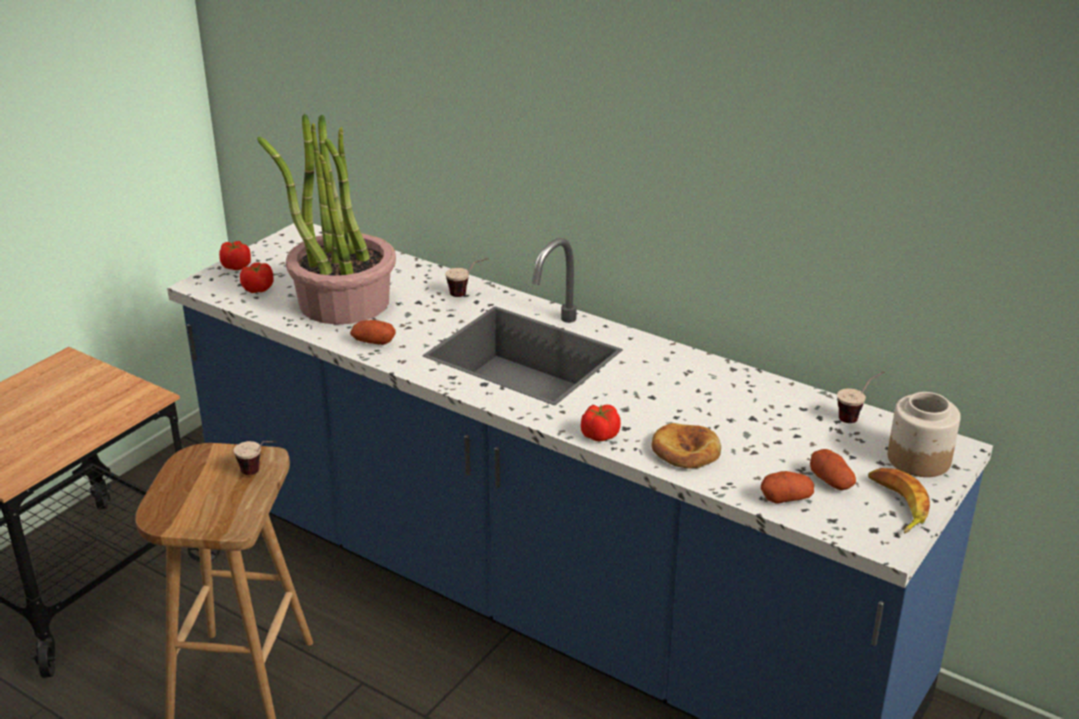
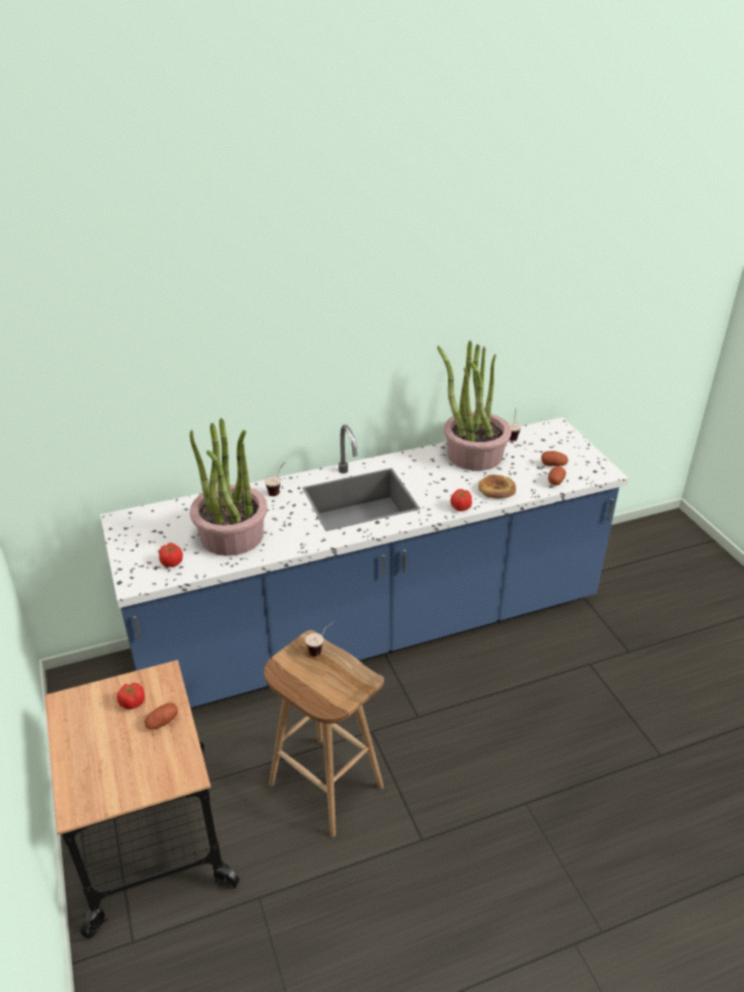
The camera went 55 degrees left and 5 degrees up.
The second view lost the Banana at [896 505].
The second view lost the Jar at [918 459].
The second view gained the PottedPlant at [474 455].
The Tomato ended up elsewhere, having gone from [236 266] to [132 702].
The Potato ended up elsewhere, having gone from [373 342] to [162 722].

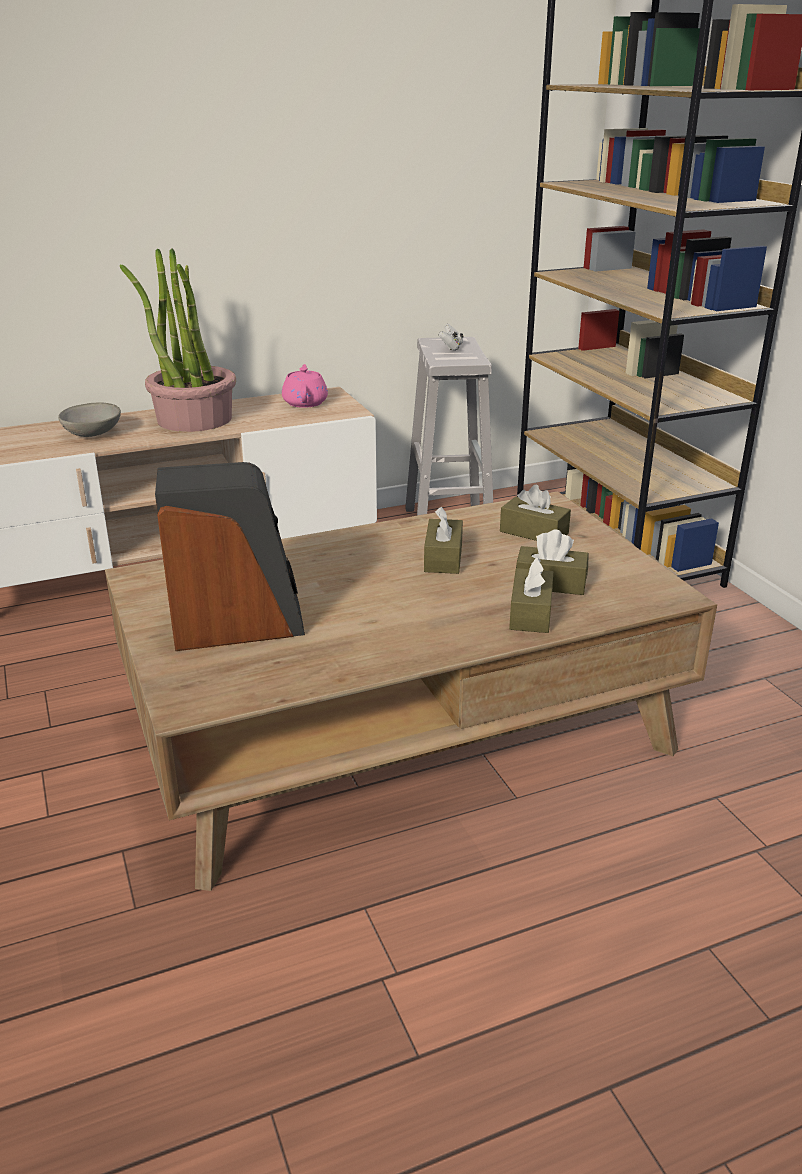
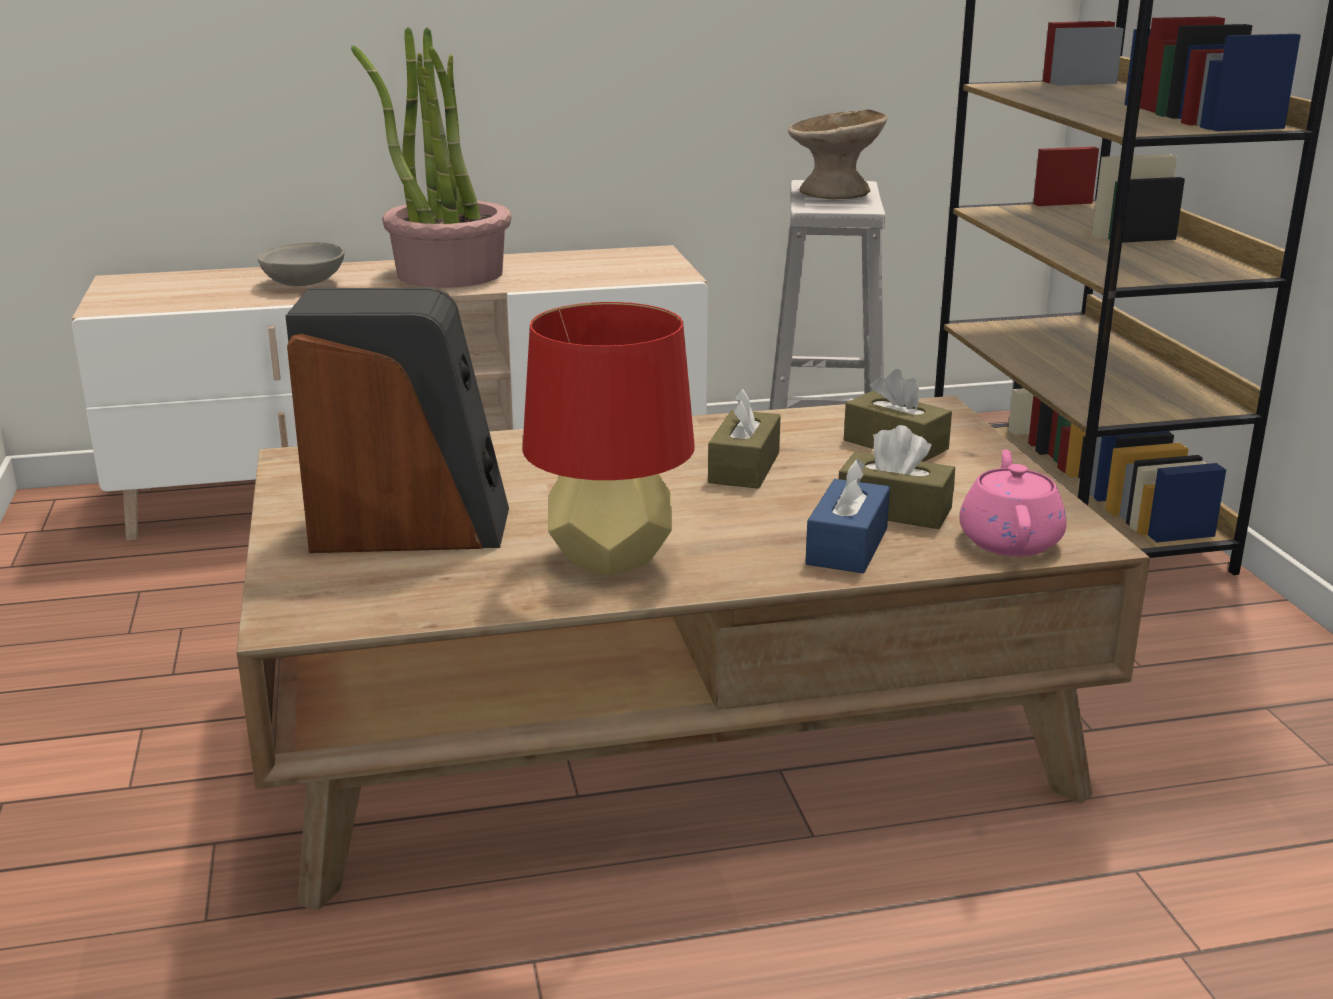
The camera went 10 degrees right and 5 degrees down.
The second view gained the RedTableLamp at [610 559].
The PinkTeapot ended up elsewhere, having gone from [305 402] to [1009 540].
Where the WhiteGameController stood at [451 347], the BeigeBowl came to stand at [835 192].
What was the BrownTissueBox at [530 613] turned into the BlueTissueBox at [847 546].

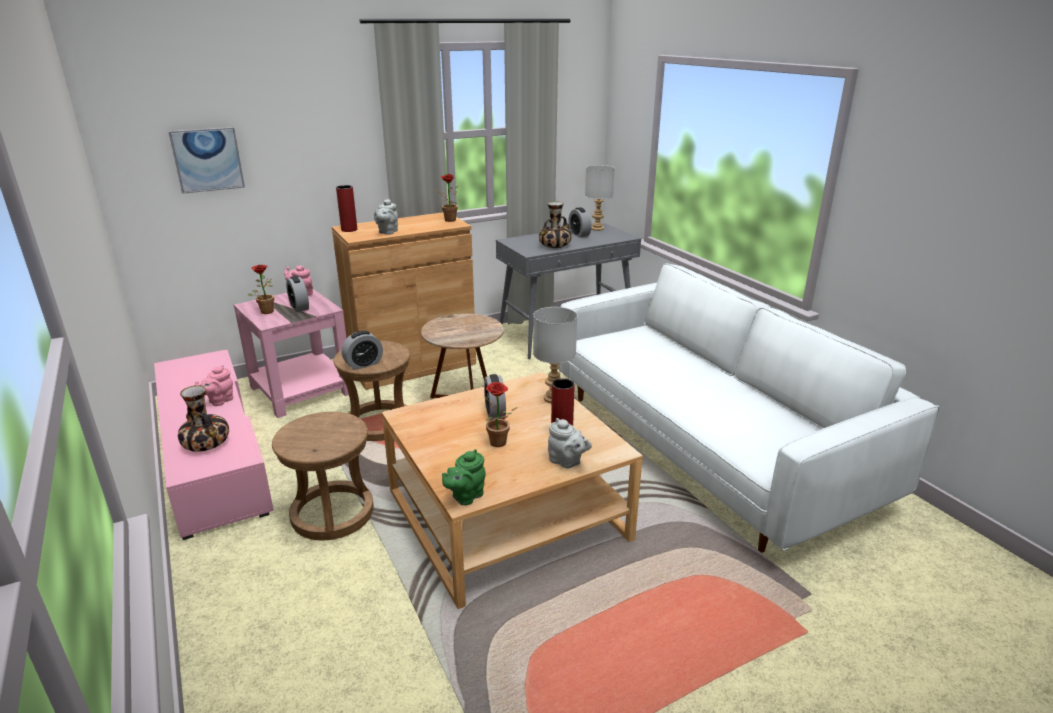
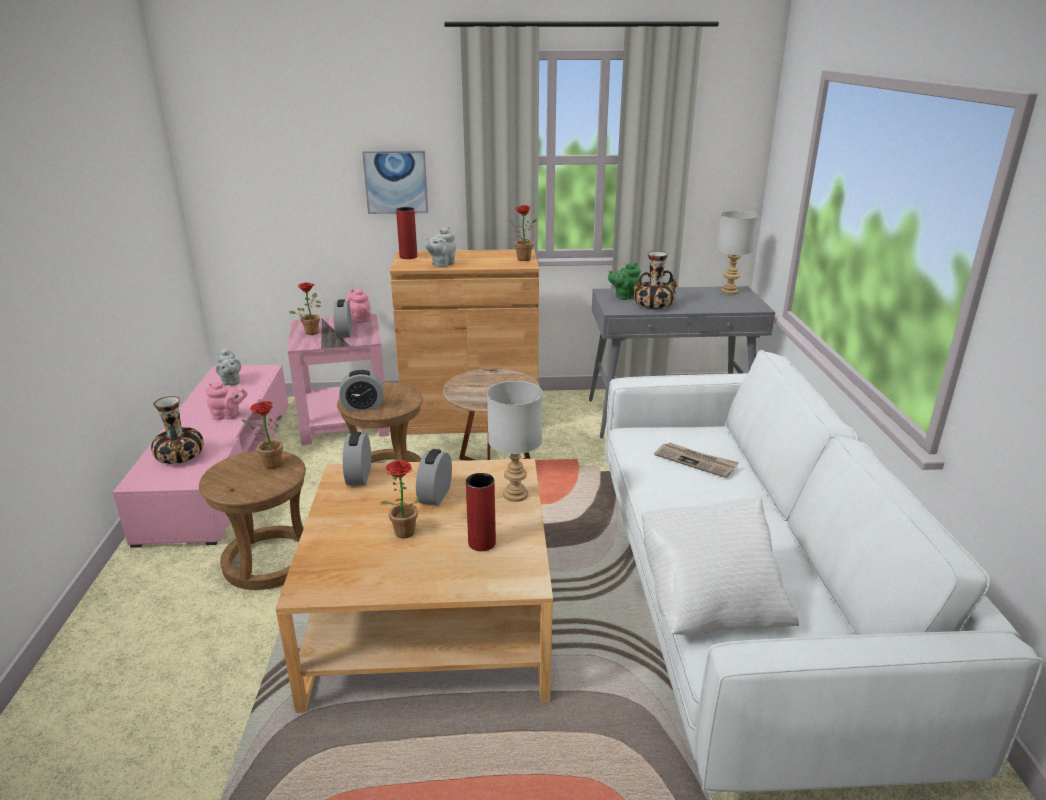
The camera went 25 degrees right and 0 degrees up.
The second view gained the PottedPlant at [269 464].
The second view gained the WhitePillow at [710 602].
The second view gained the Newspaper at [696 461].
The Picture ended up elsewhere, having gone from [207 159] to [396 182].
The GreenTeapot ended up elsewhere, having gone from [465 496] to [624 297].
The GreyTeapot ended up elsewhere, having gone from [567 462] to [230 382].
The AlarmClock ended up elsewhere, having gone from [579 234] to [359 476].
The PinkTeapot at [219 401] ended up facing another way, 150 degrees counterclockwise from before.

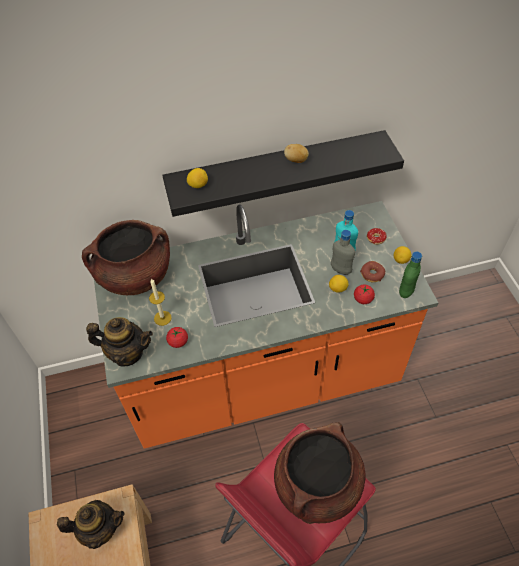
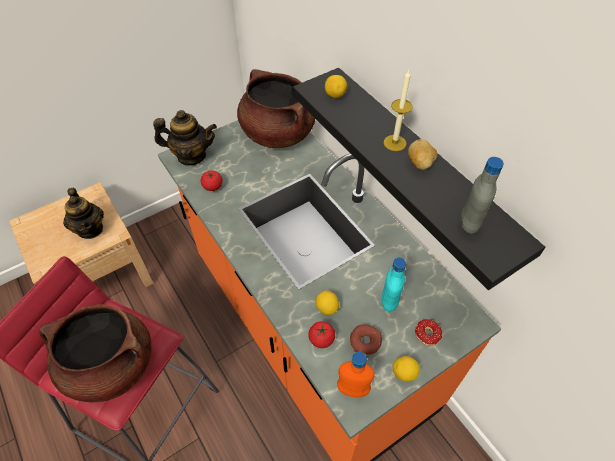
The camera went 70 degrees right and 0 degrees up.
The Candle ended up elsewhere, having gone from [162 318] to [394 143].
The GreyBottle ended up elsewhere, having gone from [340 270] to [469 223].
What was the GreenBottle at [406 291] turned into the OrangeBottle at [353 389].
The Teapot at [127 353] ended up facing another way, 75 degrees counterclockwise from before.

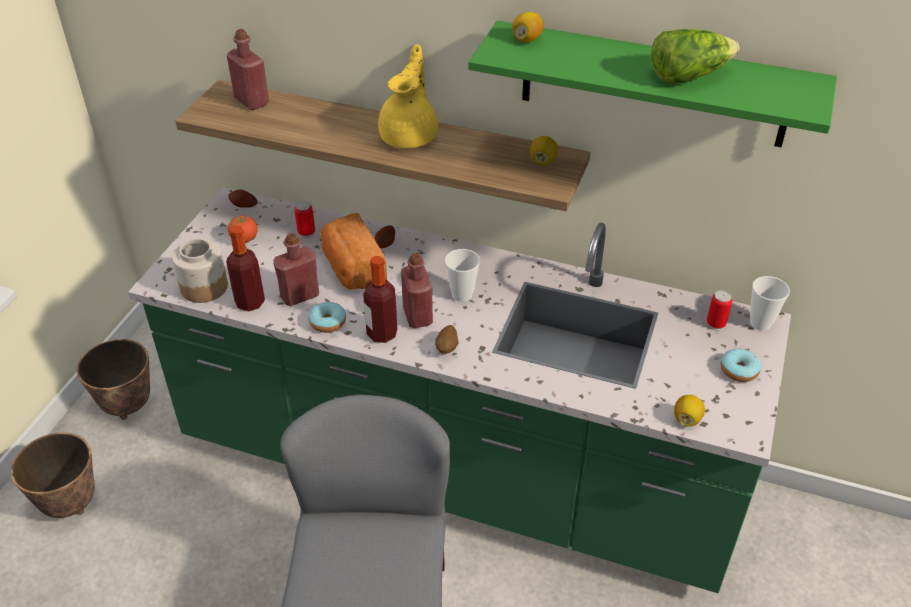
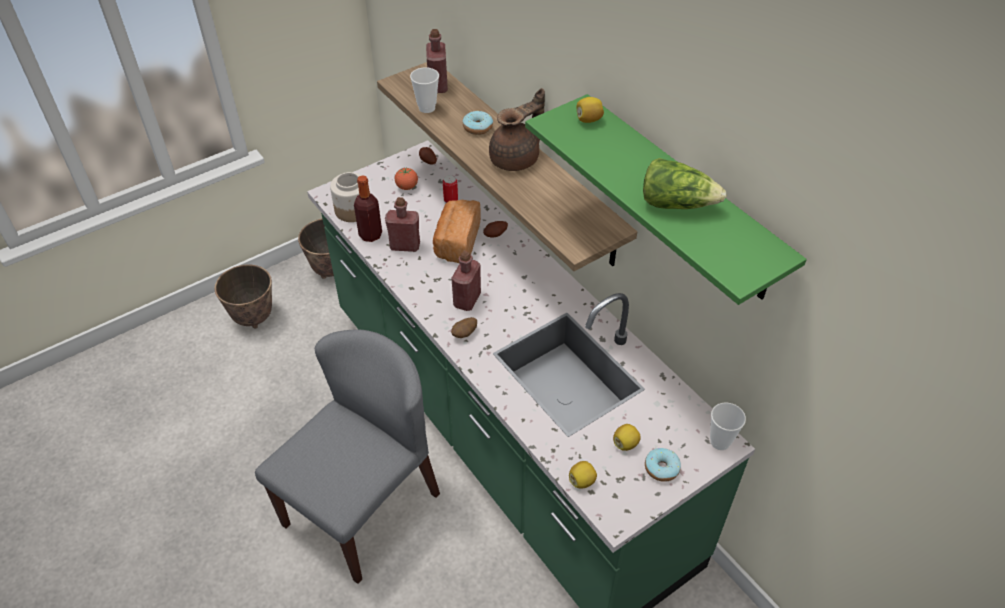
The camera went 35 degrees right and 5 degrees up.
The second view lost the Bottle at [382 333].
The second view lost the Can at [716 324].
The Donut ended up elsewhere, having gone from [328 322] to [477 127].
The Cup ended up elsewhere, having gone from [462 295] to [427 108].
The Lemon ended up elsewhere, having gone from [543 161] to [625 443].
What was the YellowTeapot at [410 136] turned into the BrownTeapot at [516 159].

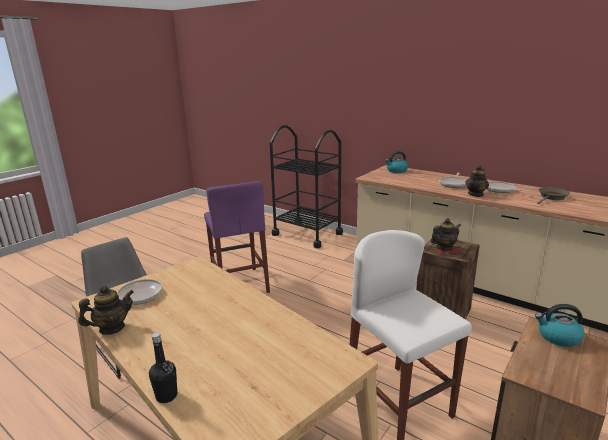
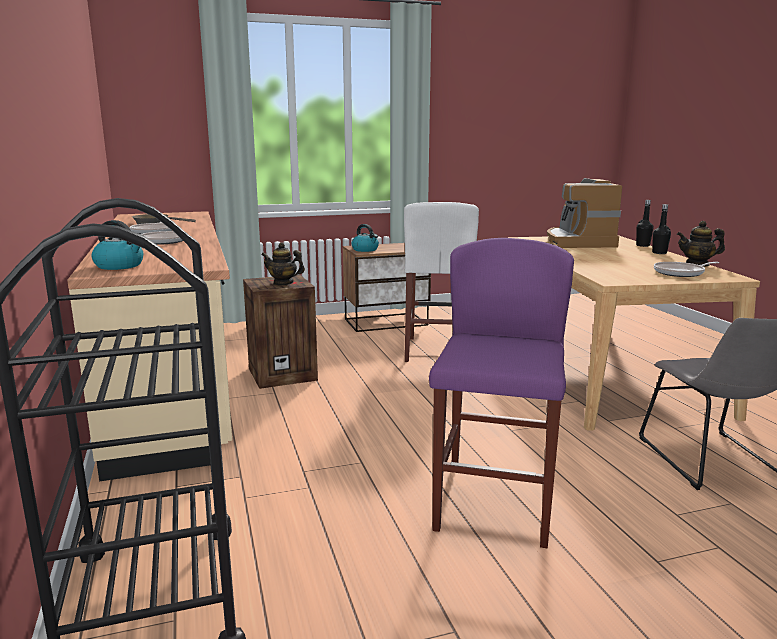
The camera went 145 degrees left and 5 degrees down.
The second view lost the Teapot at [475 194].
The second view gained the CoffeeMachine at [578 242].
The second view gained the BlackBottle at [659 253].

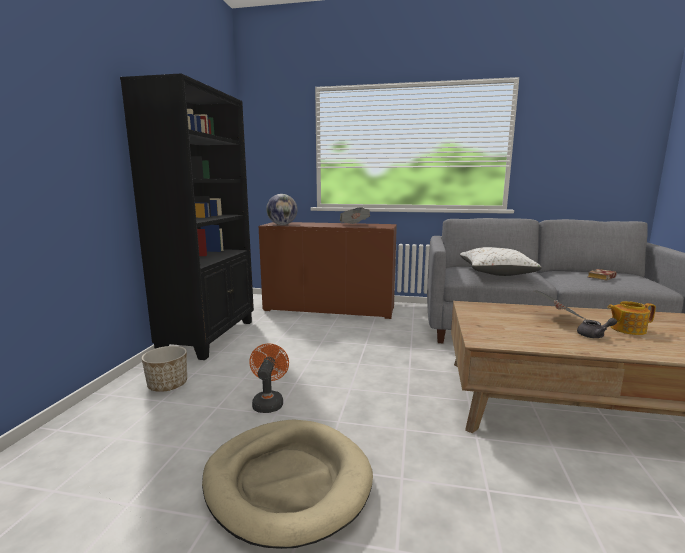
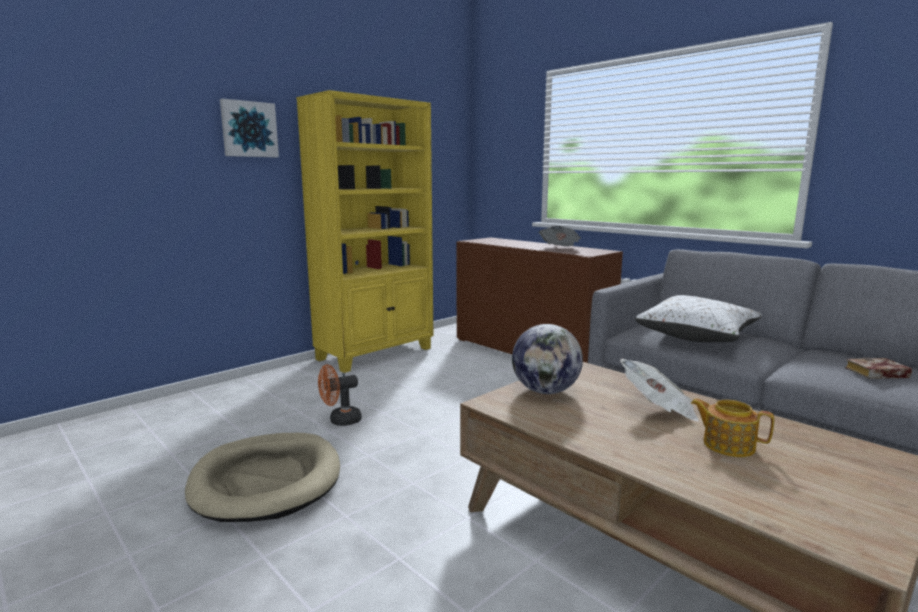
The camera went 35 degrees right and 0 degrees up.
The second view lost the Planter at [168 385].
The second view lost the GreyTeapot at [594 335].
The second view gained the Picture at [249 129].
The Globe ended up elsewhere, having gone from [282 224] to [545 391].
What was the BlackBookcase at [210 336] turned into the YellowBookcase at [376 354].
The OrangeFan at [268 402] ended up facing another way, 150 degrees counterclockwise from before.

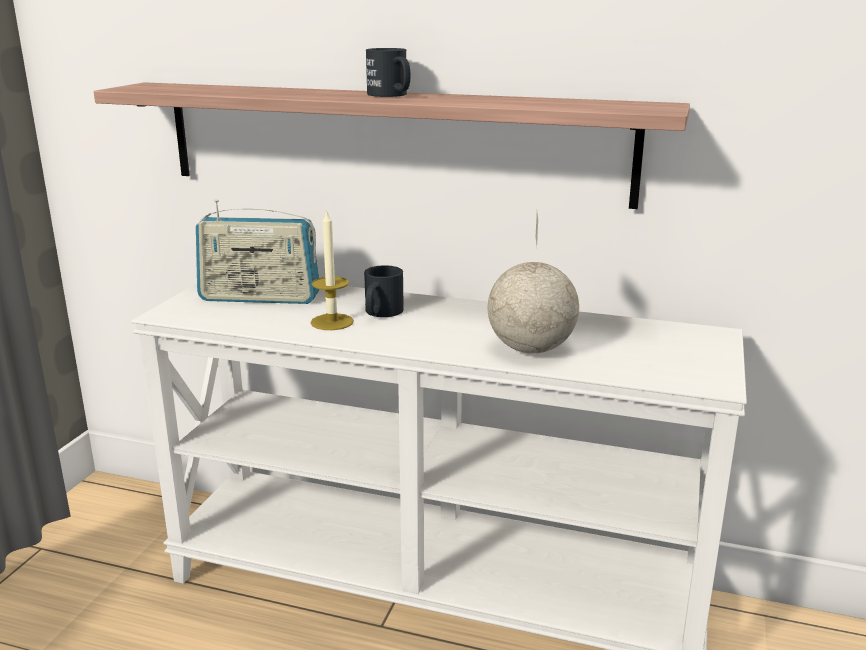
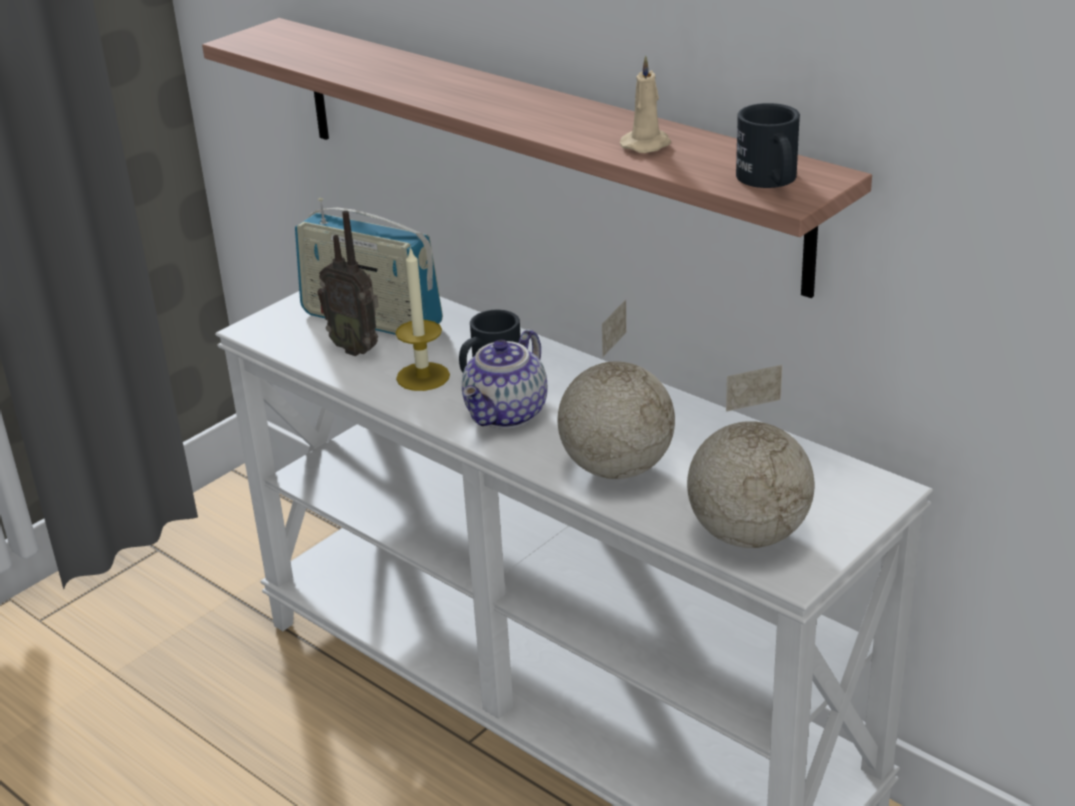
The camera went 25 degrees right and 10 degrees up.
The second view gained the Radio at [356 348].
The second view gained the Teapot at [507 415].
The second view gained the BeigeCandle at [647 144].
The second view gained the Globe at [746 534].
The BlackMug ended up elsewhere, having gone from [392 95] to [770 181].

